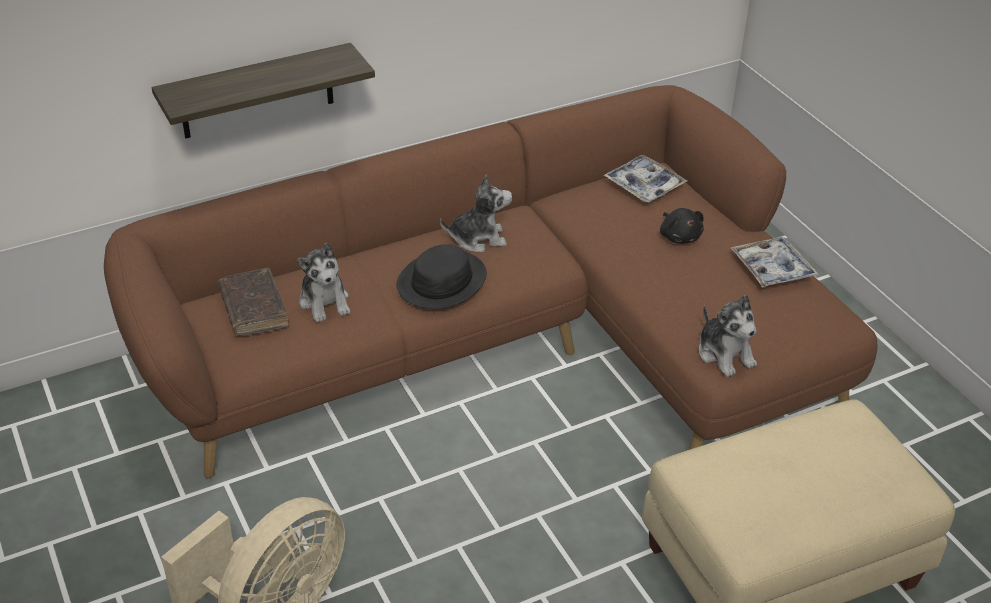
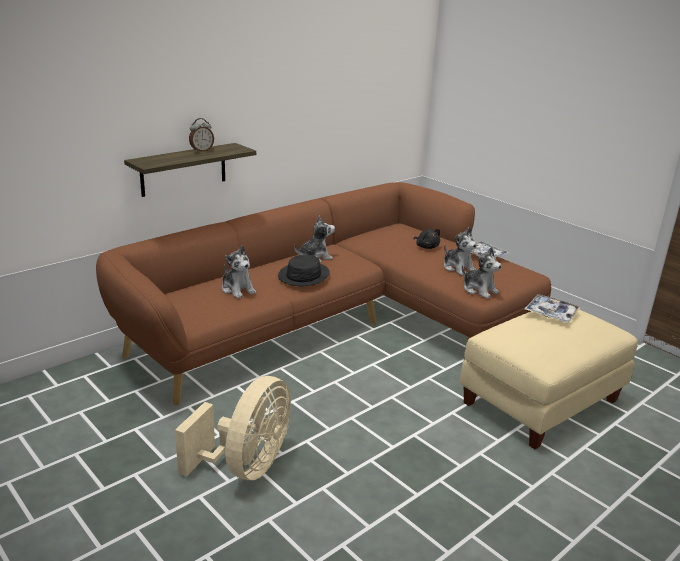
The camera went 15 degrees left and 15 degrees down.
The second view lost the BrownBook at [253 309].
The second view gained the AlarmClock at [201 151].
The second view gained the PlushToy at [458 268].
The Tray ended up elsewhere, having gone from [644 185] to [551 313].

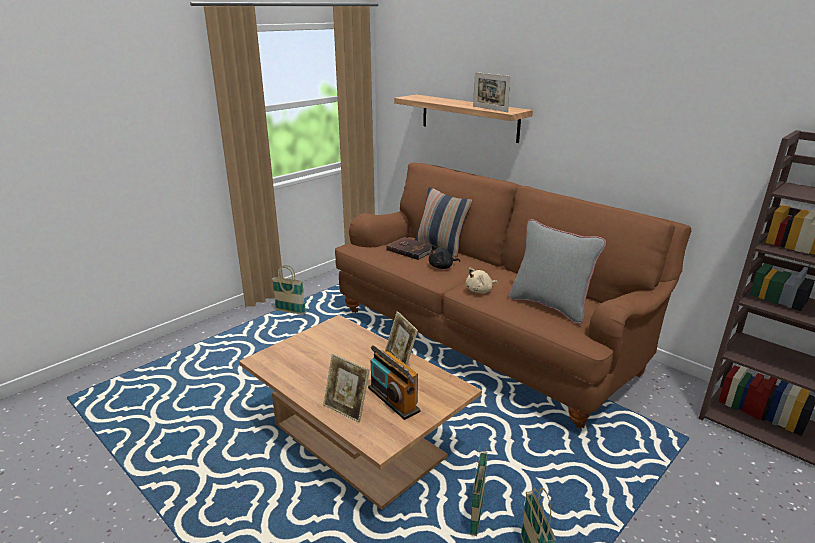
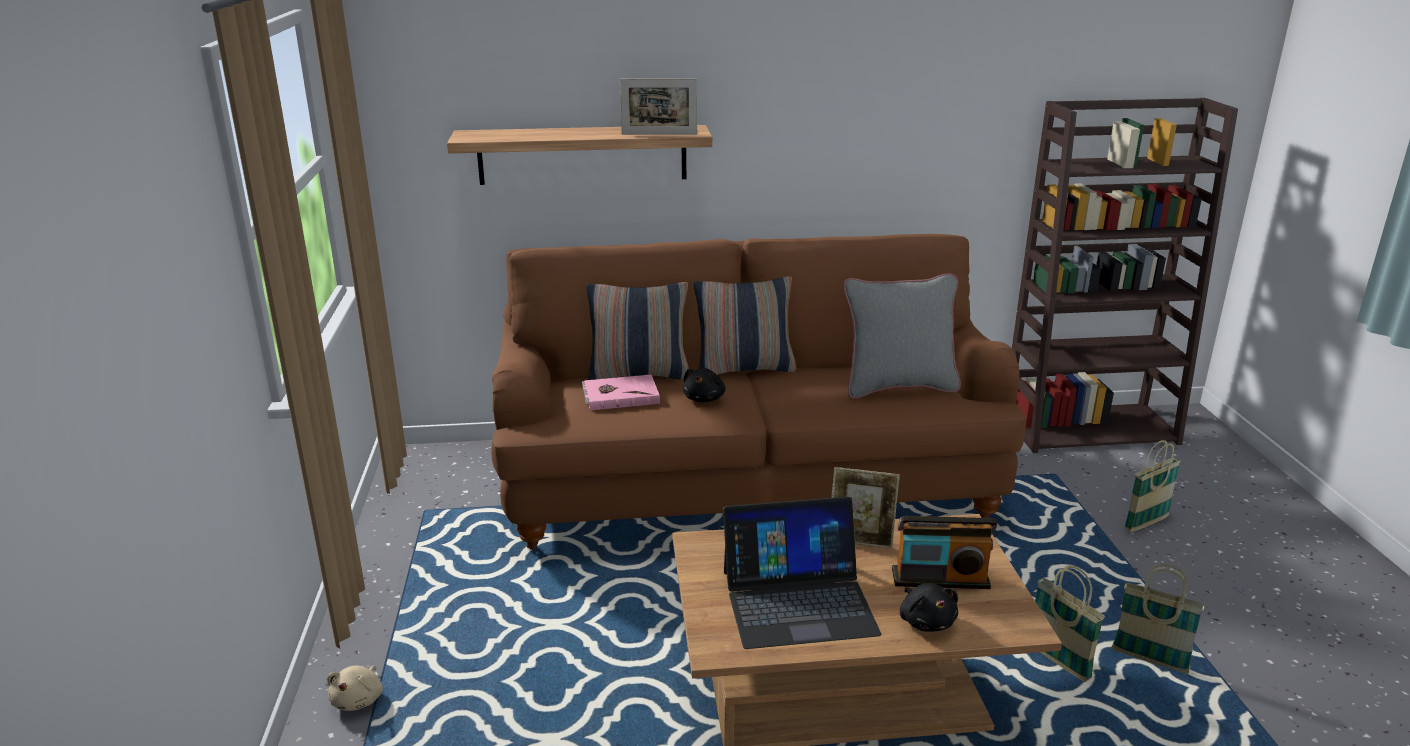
The camera went 50 degrees left and 0 degrees up.
The second view gained the Pillow at [744 368].
The second view gained the Laptop at [798 601].
The Basket ended up elsewhere, having gone from [290 312] to [1146 523].
The BeigePlushToy ended up elsewhere, having gone from [480 291] to [359 700].
Where the PictureFrame stood at [347 409], the BlackPlushToy came to stand at [926 621].
What was the BrownBook at [410 250] turned into the PinkBook at [620 395].

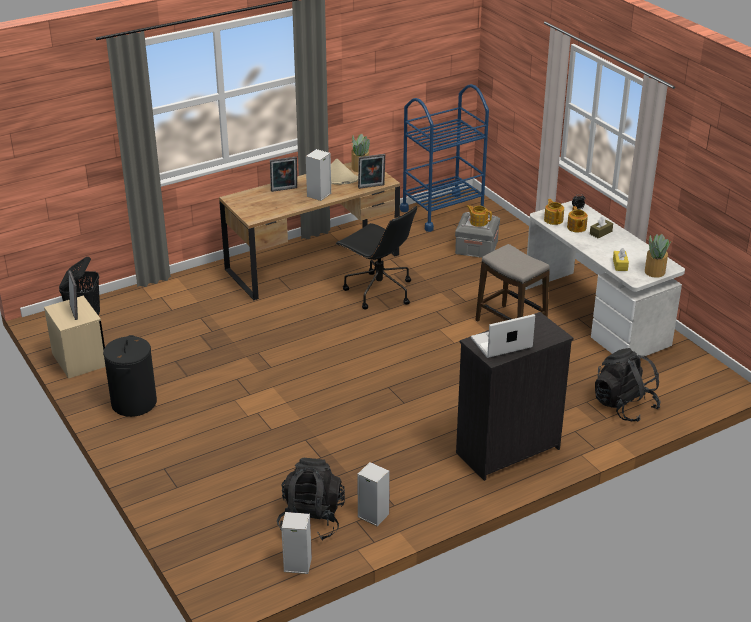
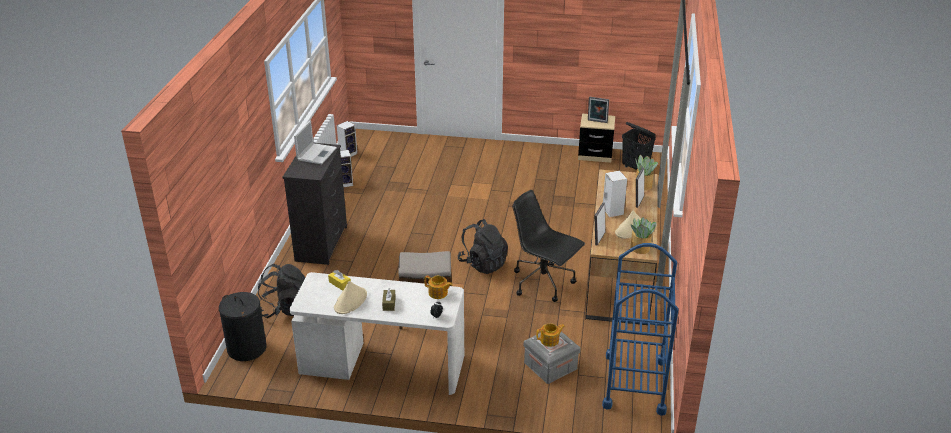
The camera went 130 degrees right and 0 degrees up.
The second view lost the Teapot at [576 228].
The second view gained the BeigeHat at [350 301].
The BlackLaundryBasket ended up elsewhere, having gone from [134 403] to [247 348].
The BlackBackpack ended up elsewhere, having gone from [311 520] to [483 264].
The PottedPlant ended up elsewhere, having gone from [654 271] to [643 185].
The BlackOfficeChair at [378 291] ended up facing another way, 45 degrees clockwise from before.

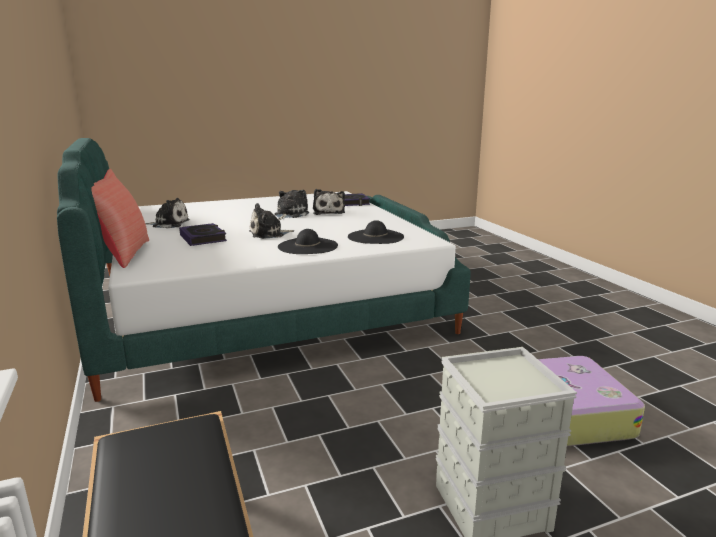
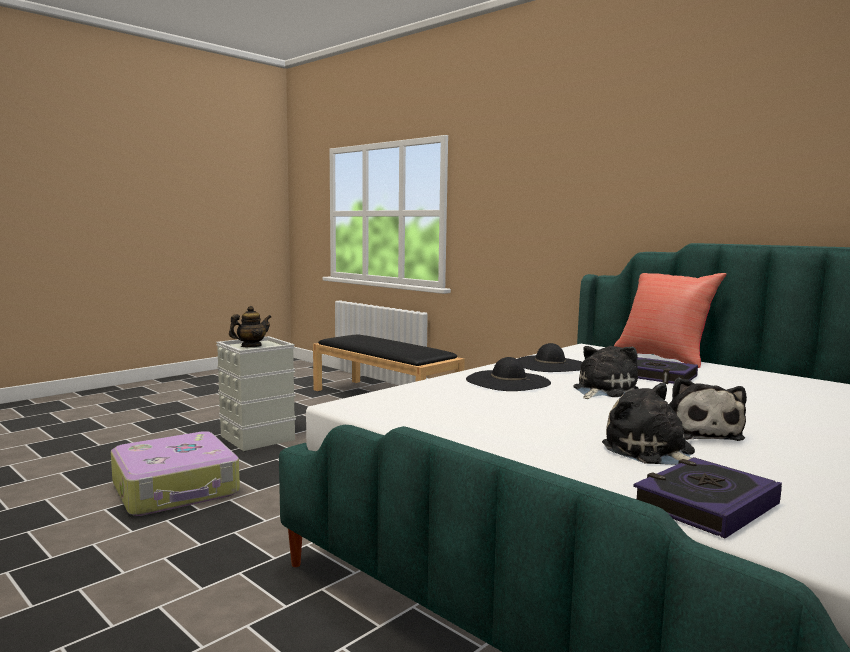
The camera went 155 degrees right and 10 degrees down.
The second view lost the PlushToy at [169 224].
The second view gained the Teapot at [251 346].
The BlackHat ended up elsewhere, having gone from [375 237] to [549 364].

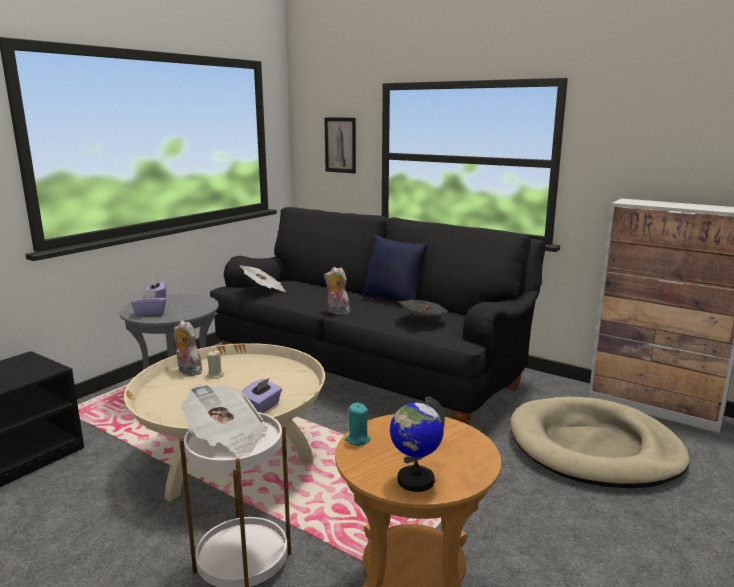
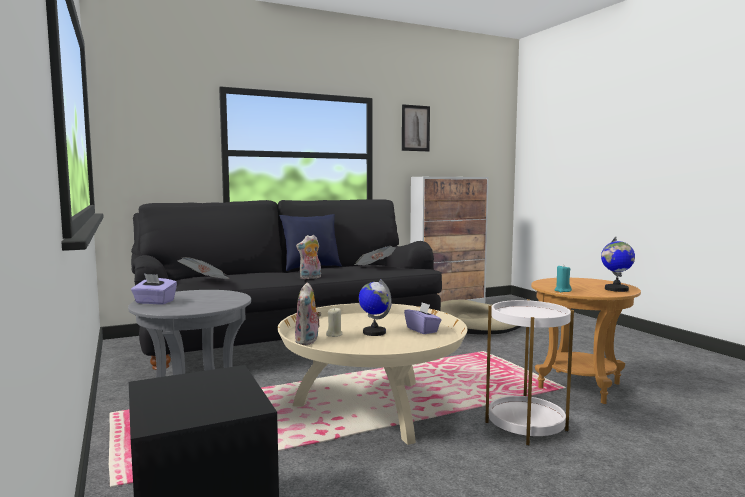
The camera went 60 degrees left and 10 degrees down.
The second view lost the PurpleTissueBox at [150 313].
The second view lost the Newspaper at [227 438].
The second view gained the Globe at [374 332].
The Picture ended up elsewhere, having gone from [340 145] to [415 128].
The PlushToy at [187 372] ended up facing another way, 60 degrees counterclockwise from before.

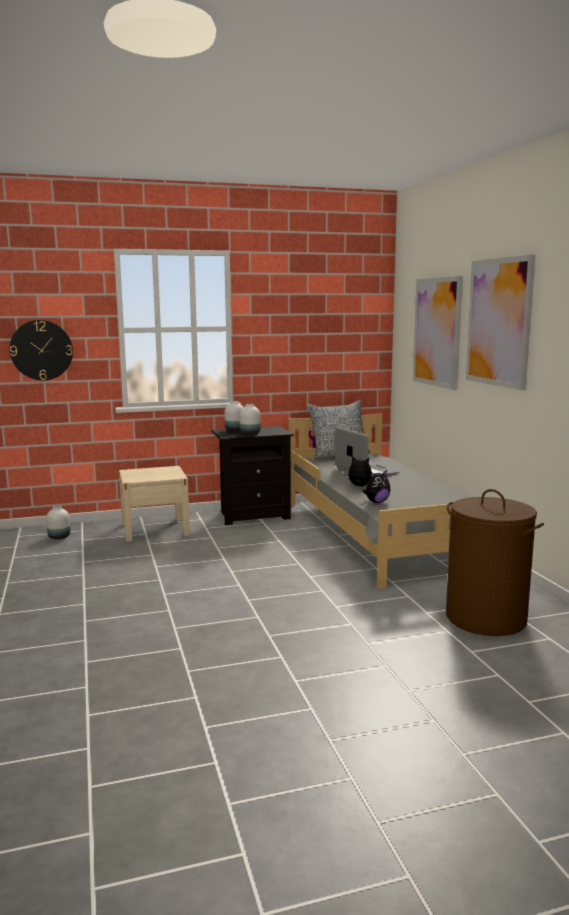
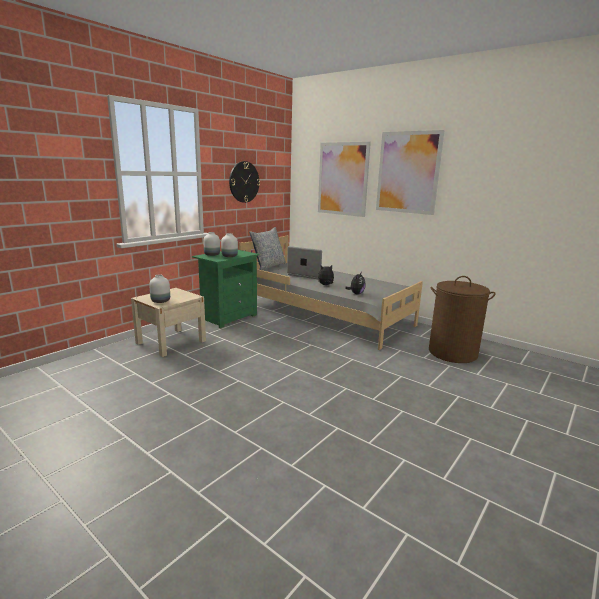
The camera went 35 degrees left and 5 degrees up.
The WallClock ended up elsewhere, having gone from [41 350] to [244 182].
The WhiteVase ended up elsewhere, having gone from [60 537] to [161 301].
What was the BlackNightstand at [253 515] turned into the GreenNightstand at [228 317].

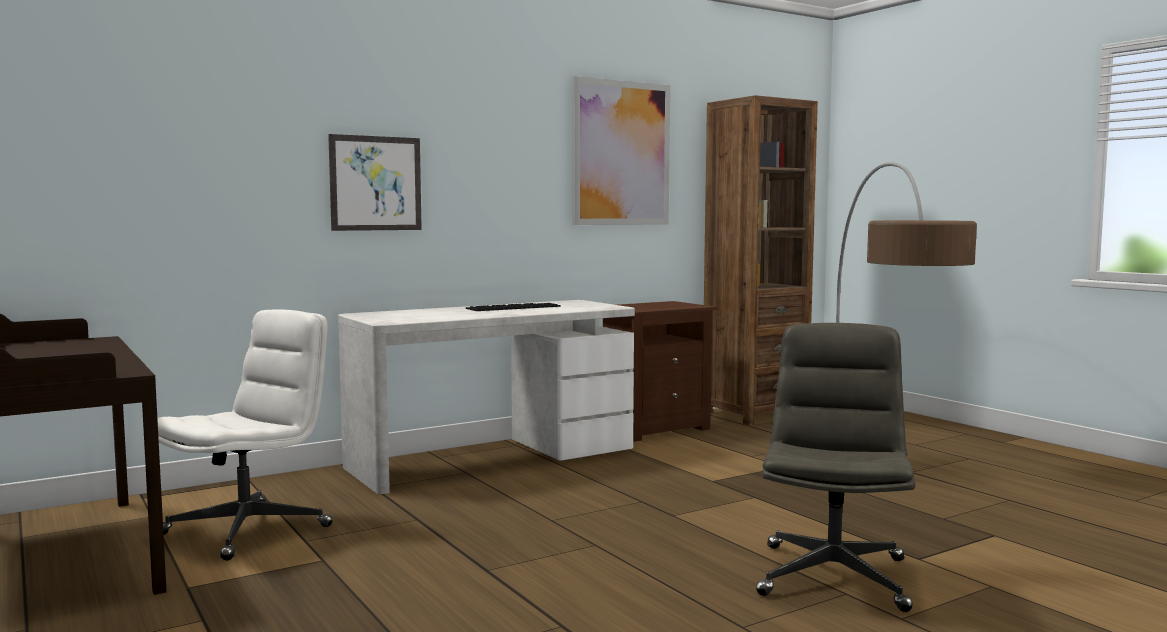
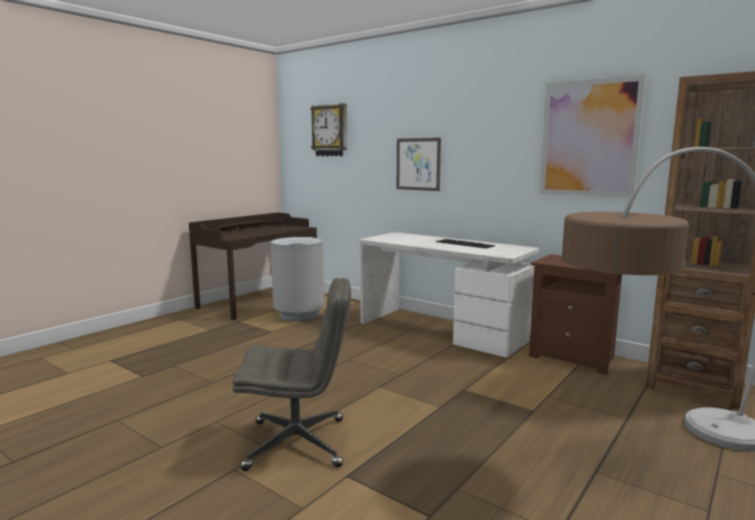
The camera went 70 degrees right and 5 degrees up.
The second view gained the WallClock at [330 130].
Where the WhiteOfficeChair stood at [247 530], the GreyTrashCan came to stand at [299 315].

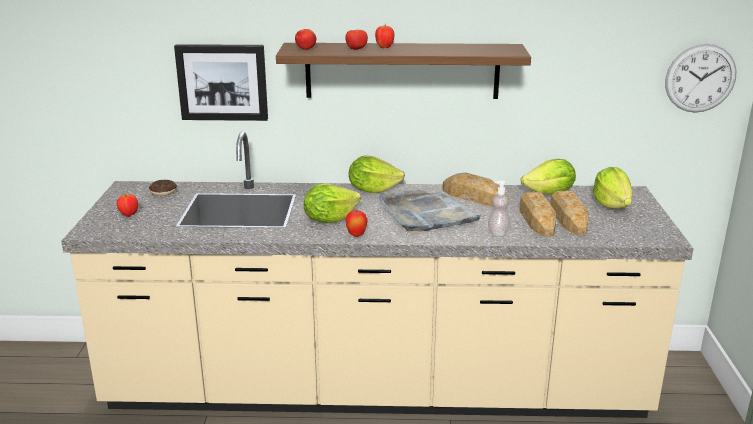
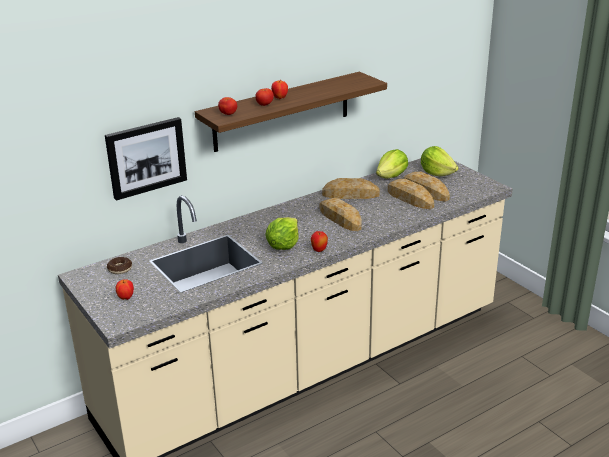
The camera went 35 degrees left and 5 degrees up.
The second view lost the Lettuce at [373 190].
The second view lost the SoapDispenser at [498 233].
The second view lost the WallClock at [700 78].
Where the GreyTray stood at [426 214], the Bread came to stand at [340 218].

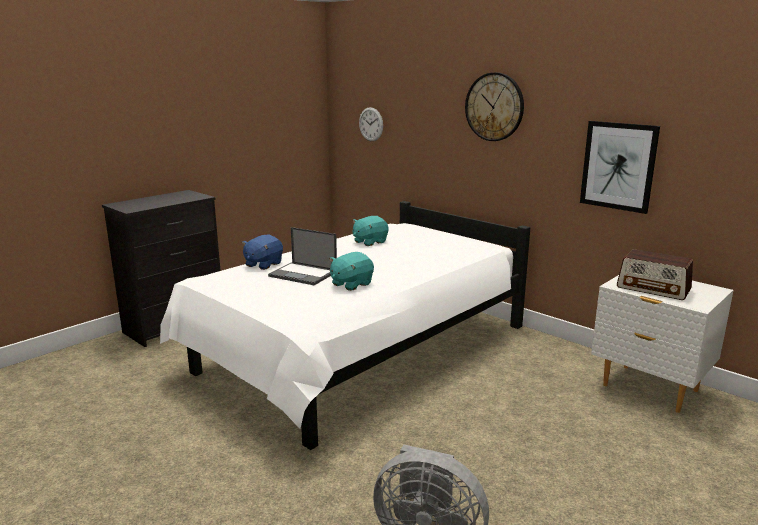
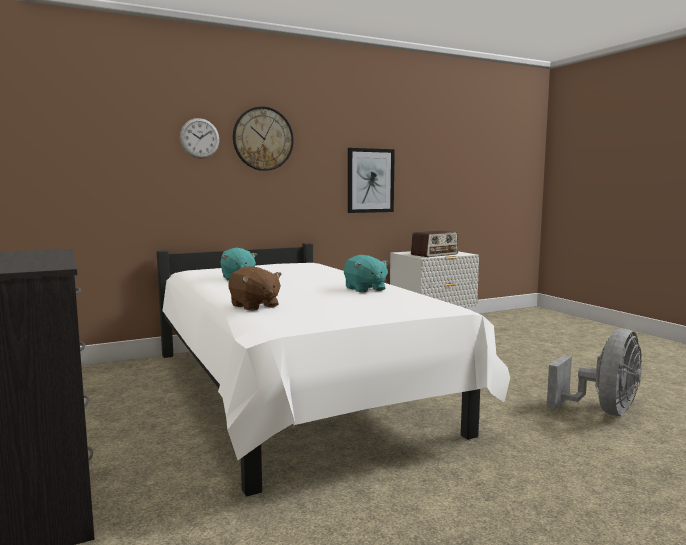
The camera went 70 degrees left and 10 degrees down.
The second view lost the Laptop at [304 274].
The WallClock ended up elsewhere, having gone from [371 124] to [199 138].
What was the BluePlushToy at [263 264] turned into the BrownPlushToy at [254 306].

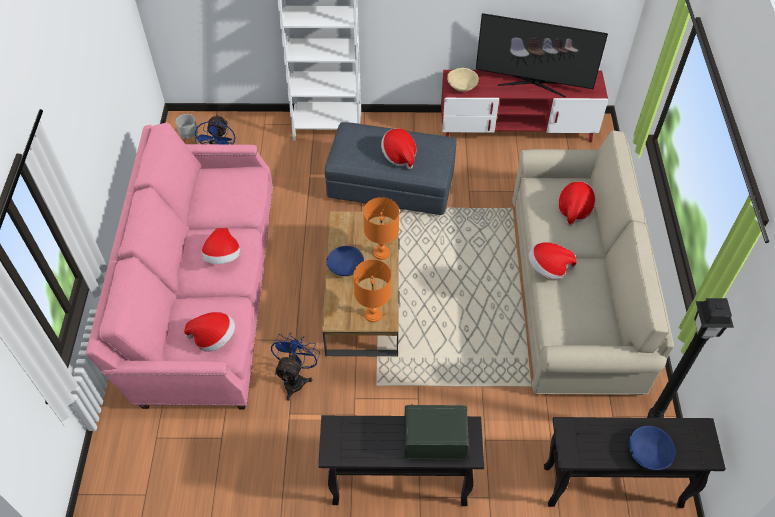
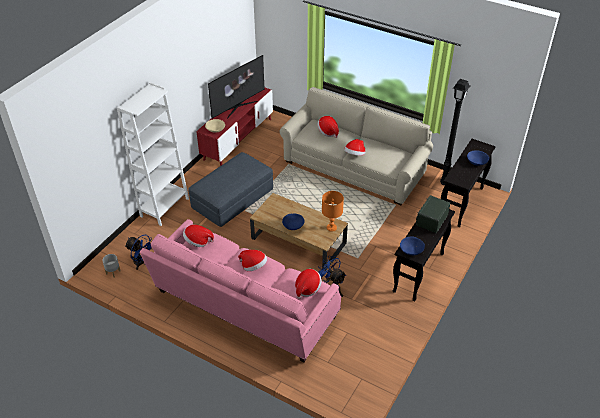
The camera went 60 degrees left and 10 degrees down.
The second view lost the OrangeTableLamp at [381 252].
The second view gained the BlueBowl at [411 250].
The Hat ended up elsewhere, having gone from [399 155] to [198 241].

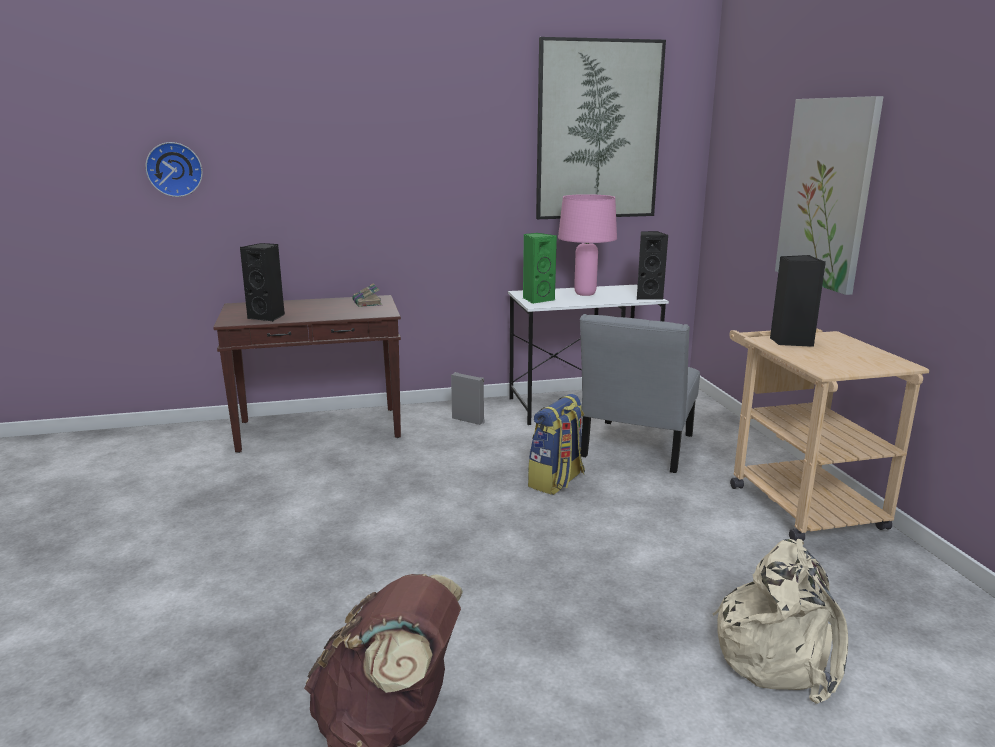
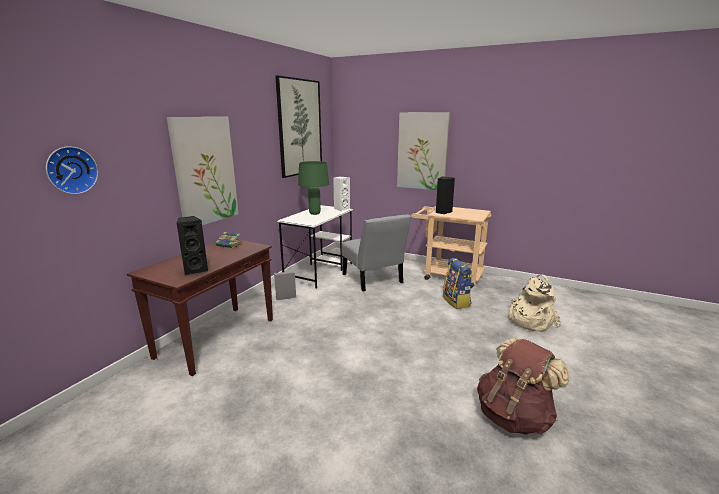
The camera went 50 degrees left and 0 degrees up.
The second view lost the GreenSpeaker at [537 299].
The second view gained the Picture at [205 171].
The Backpack ended up elsewhere, having gone from [557 481] to [457 302].
What was the PinkTableLamp at [585 294] turned into the GreenTableLamp at [314 213].
What was the BlackSpeaker at [648 297] turned into the WhiteSpeaker at [341 209].

